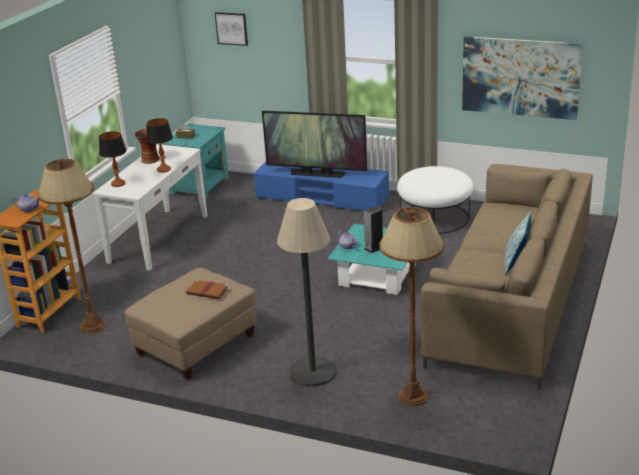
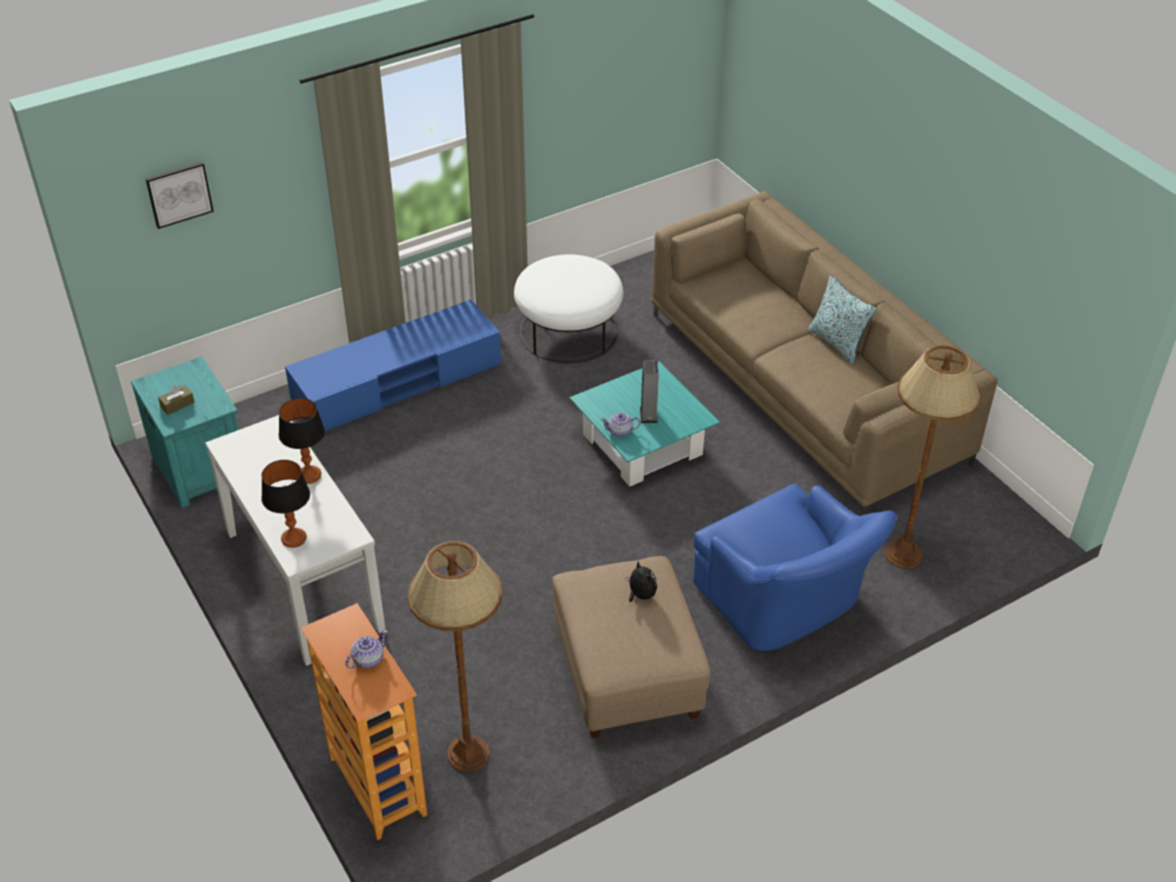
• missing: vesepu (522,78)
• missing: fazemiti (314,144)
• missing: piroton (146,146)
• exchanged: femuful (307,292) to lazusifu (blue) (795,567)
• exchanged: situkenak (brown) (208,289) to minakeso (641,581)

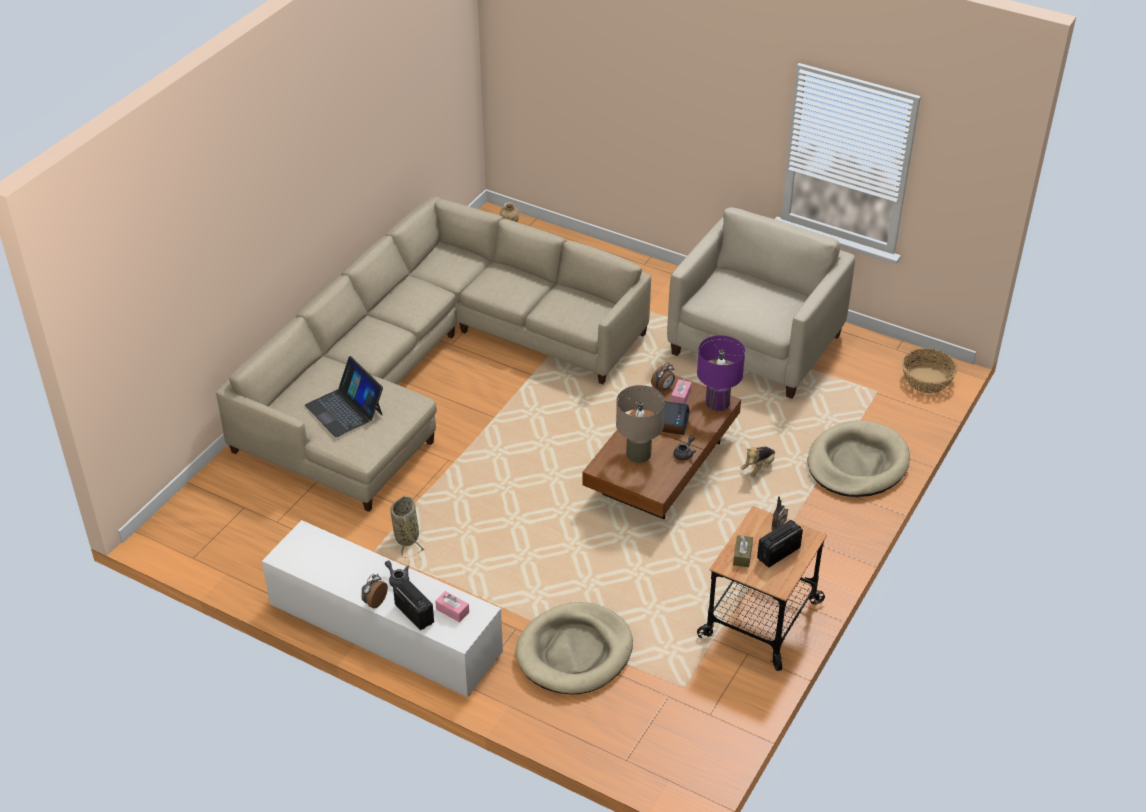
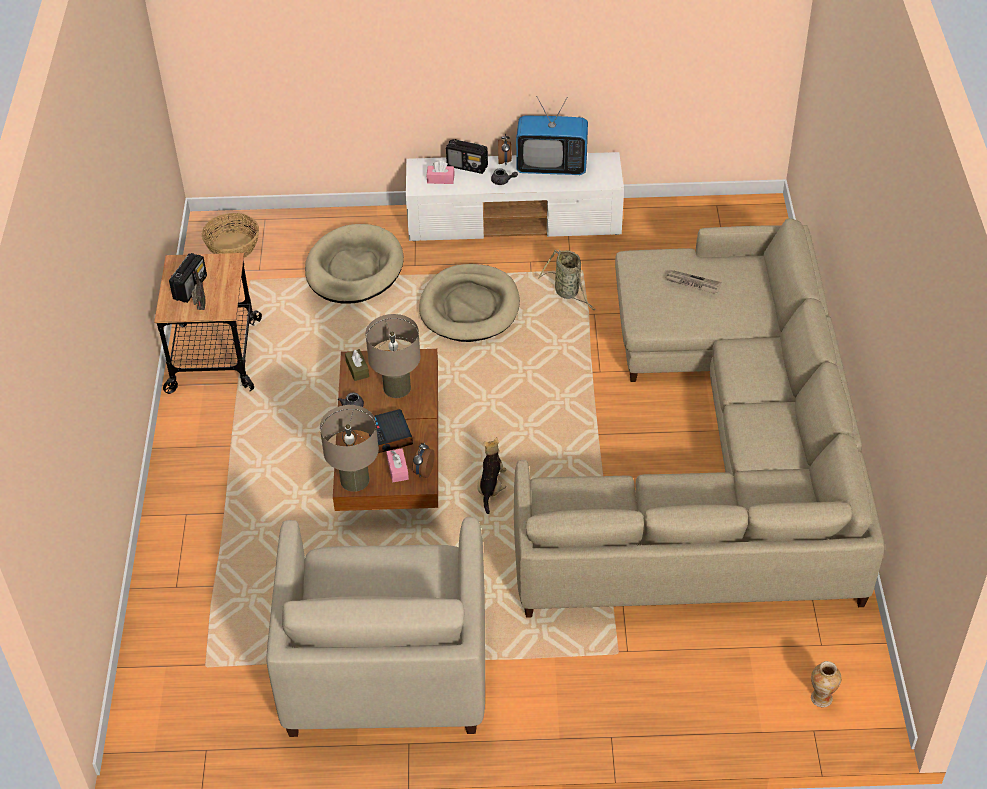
• colour: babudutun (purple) (721,373) to babudutun (beige) (349,448)
• relocated: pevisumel (929,371) to (230,235)
• exchanged: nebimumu (344,396) to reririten (693,282)
• relocated: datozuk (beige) (858,458) to (469,303)
• relocated: minakeso (757,461) to (492,475)
• relocated: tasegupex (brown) (743,551) to (357,365)
• appeared: fazemiti (552,135)

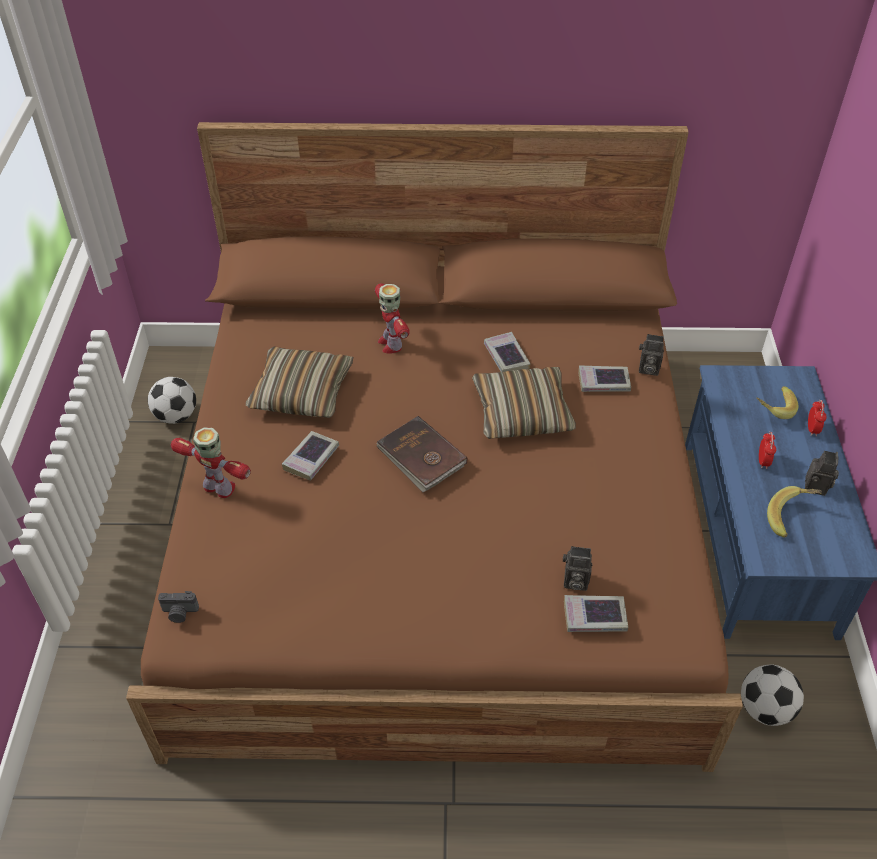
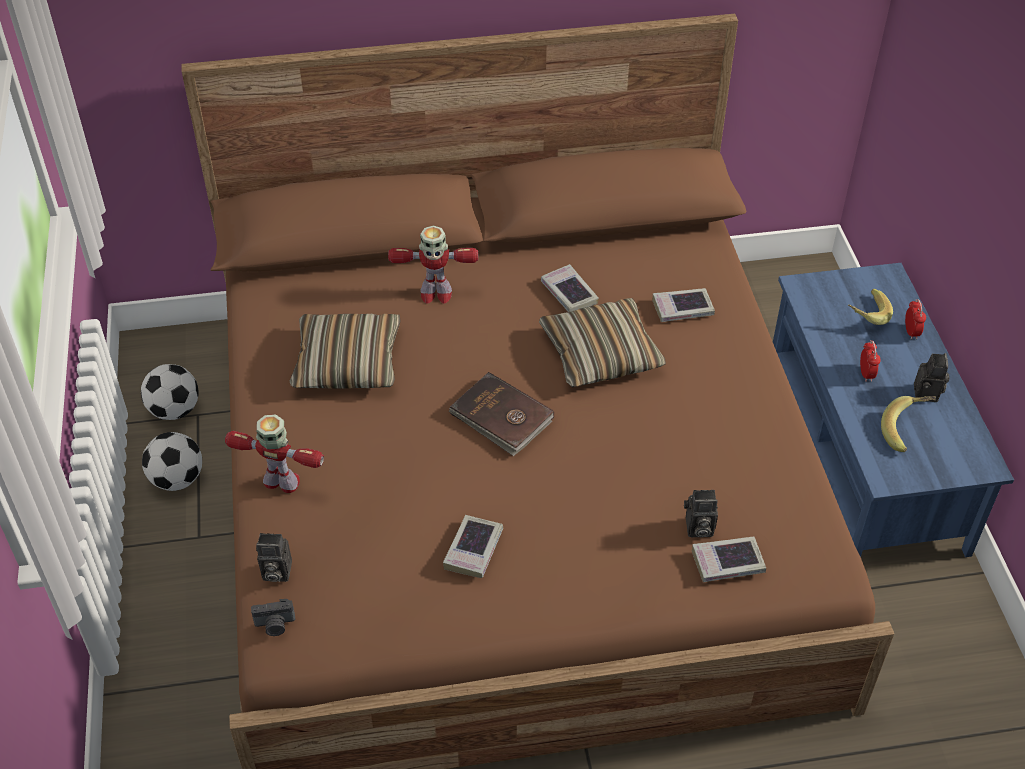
• spun: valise (392,318) = (433,265) 60 degrees counterclockwise
• relocated: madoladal (651,355) to (274,557)
• relocated: situkenak (310,455) to (473,546)
• relocated: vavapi (772,695) to (172,461)

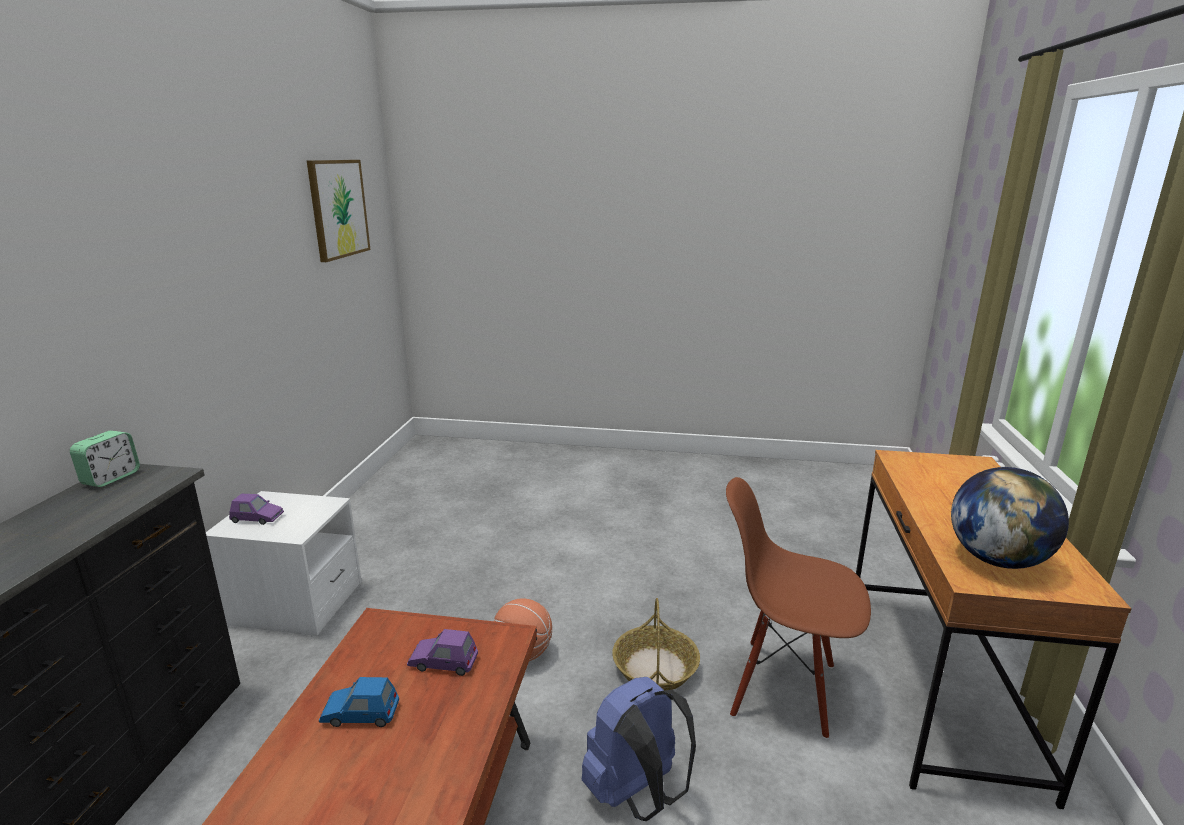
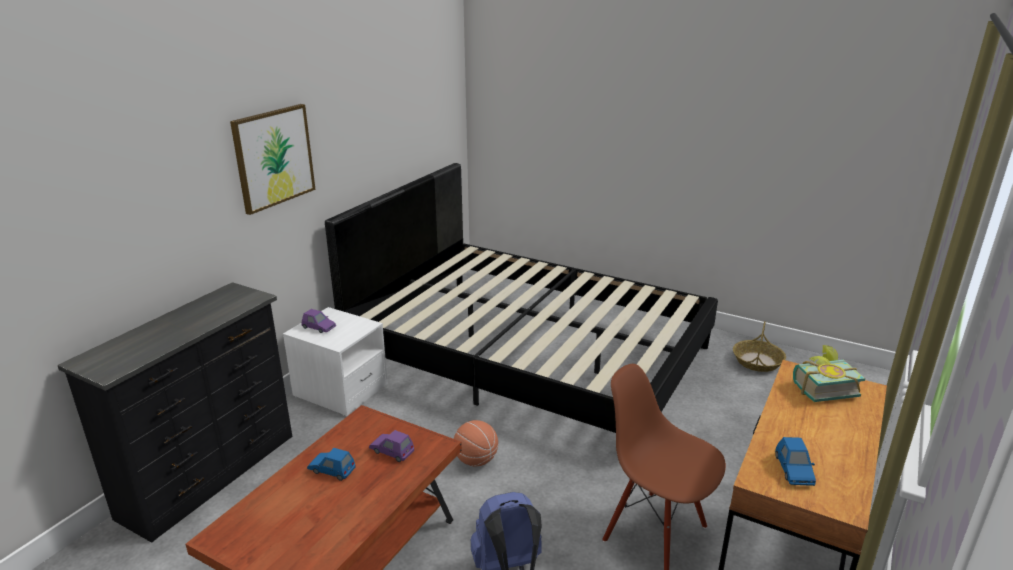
• relocated: vesepu (338,211) to (273,159)
• missing: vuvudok (105,459)
• exchanged: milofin (1010,518) to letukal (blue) (795,461)
• relocated: pevisumel (656,644) to (759,346)
• appeared: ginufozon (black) (521,298)
• appeared: situkenak (829,373)

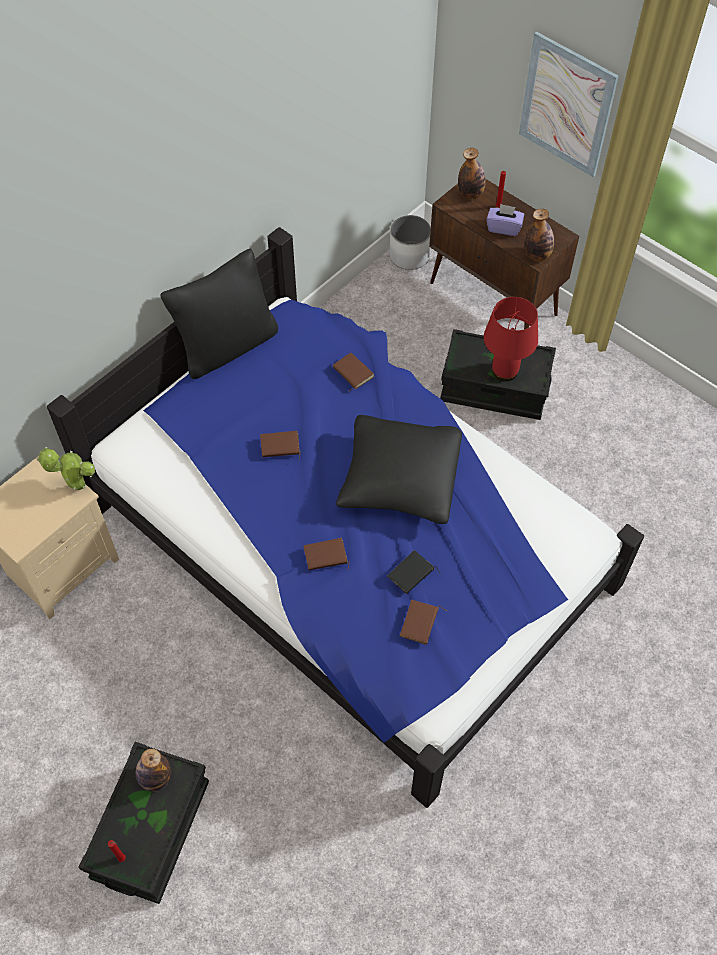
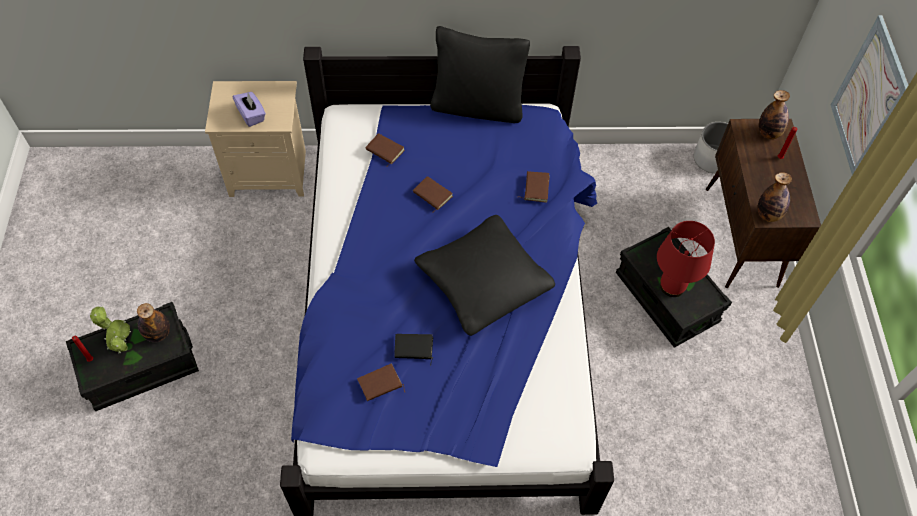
• relocated: tasegupex (purple) (505,220) to (249,109)
• relocated: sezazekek (66,468) to (110,329)
• relocated: situkenak (brown) (326,554) to (385,149)

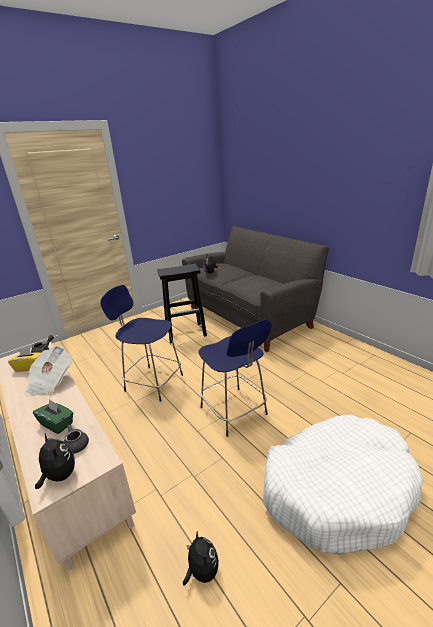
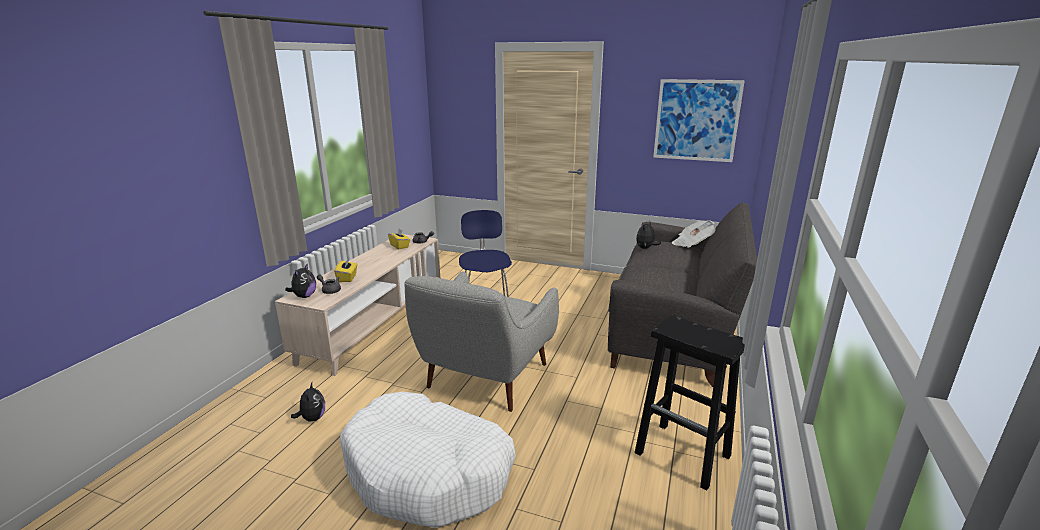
• relocated: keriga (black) (182,303) to (690,403)
• exchanged: keriga (blue) (235,378) to lazusifu (grey) (481,341)
• relocated: reririten (48,371) to (694,234)
• colour: tasegupex (green) (53,416) to tasegupex (yellow) (346,270)
• spun: minakeso (201,558) = (308,402) 45 degrees counterclockwise
• appeared: vesepu (699,120)

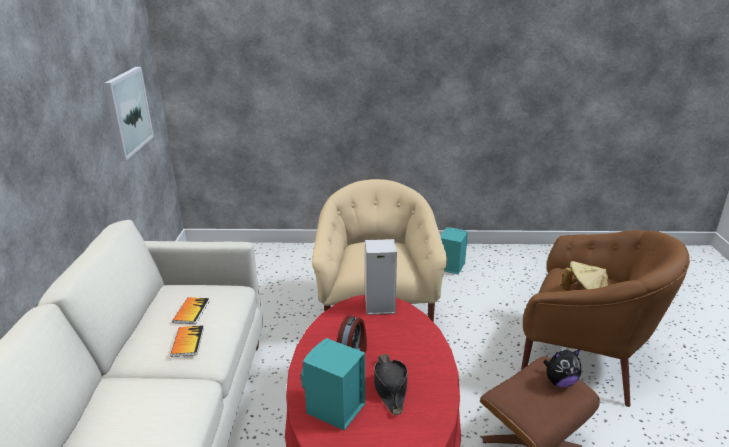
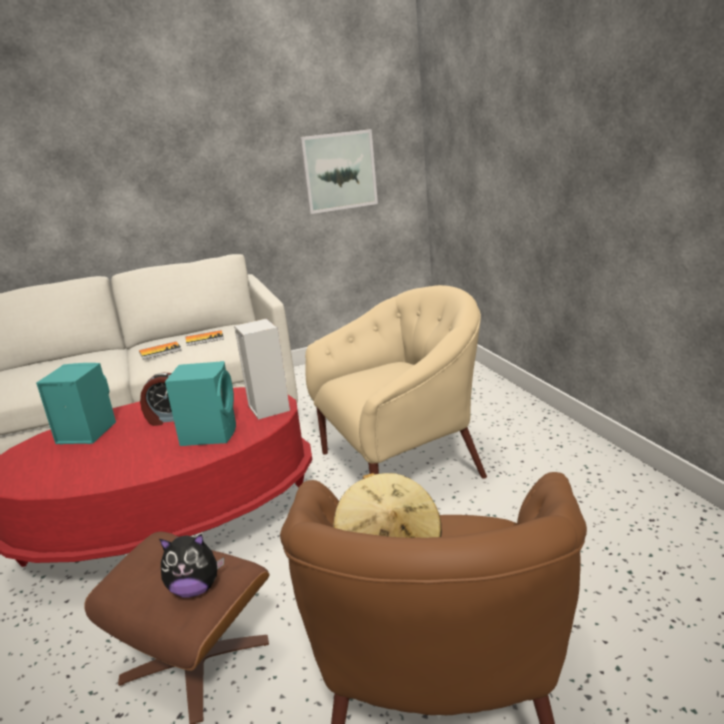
• relocated: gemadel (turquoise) (454,251) to (200,403)
• spun: minakeso (562,368) = (191,565) 60 degrees counterclockwise
• missing: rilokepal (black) (391,384)

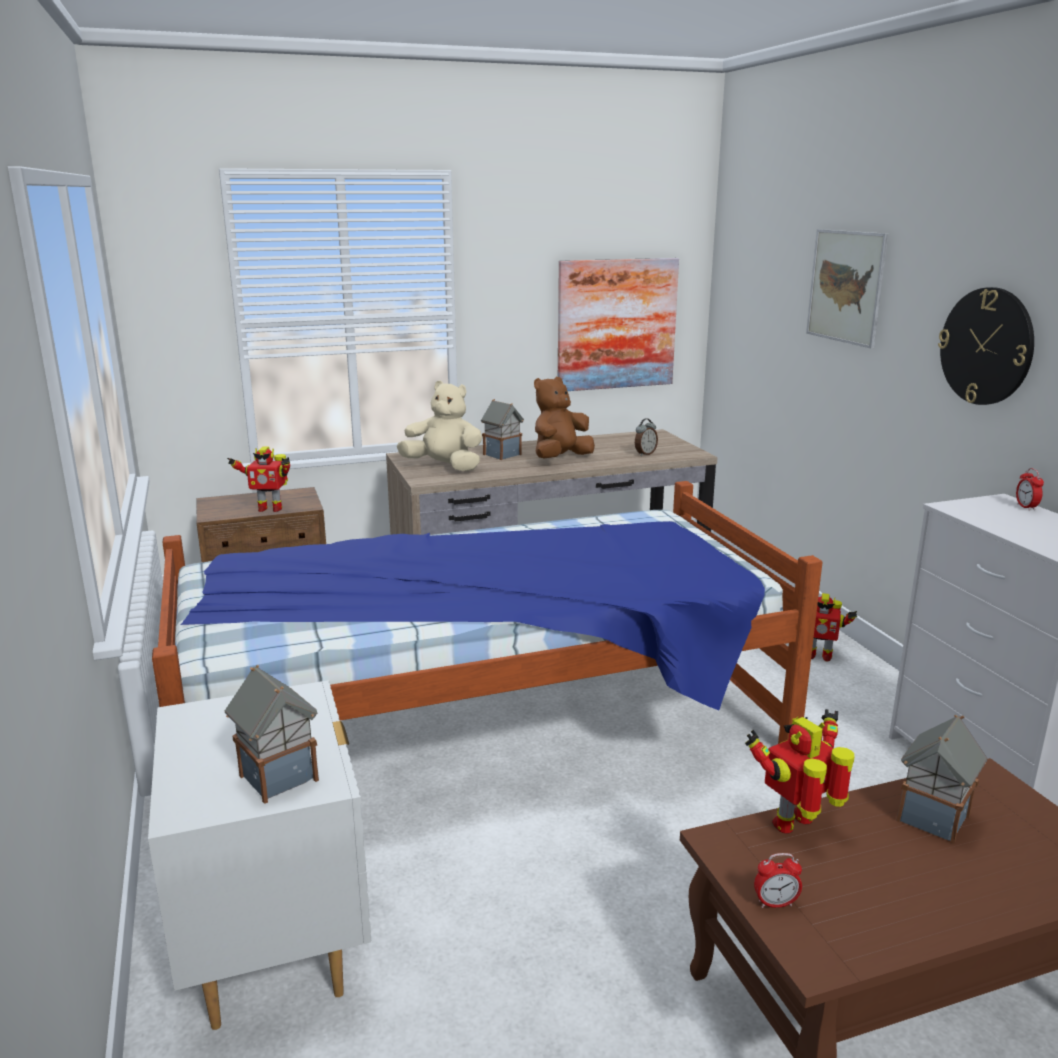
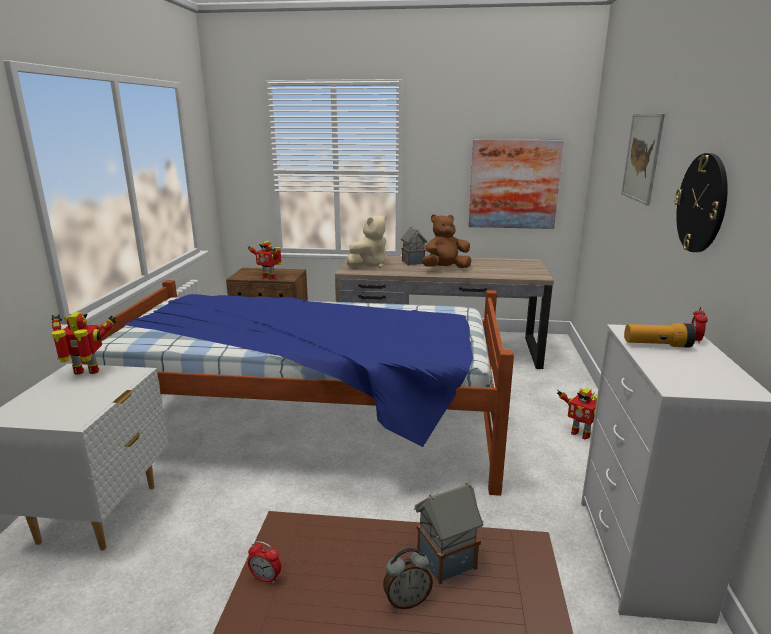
• spun: minakeso (beige) (439,426) = (367,241) 90 degrees clockwise
• relocated: vuvudok (646,437) to (408,578)
• missing: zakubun (272,734)
• relocated: valise (799,771) to (84,343)
• appeared: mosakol (660,335)

